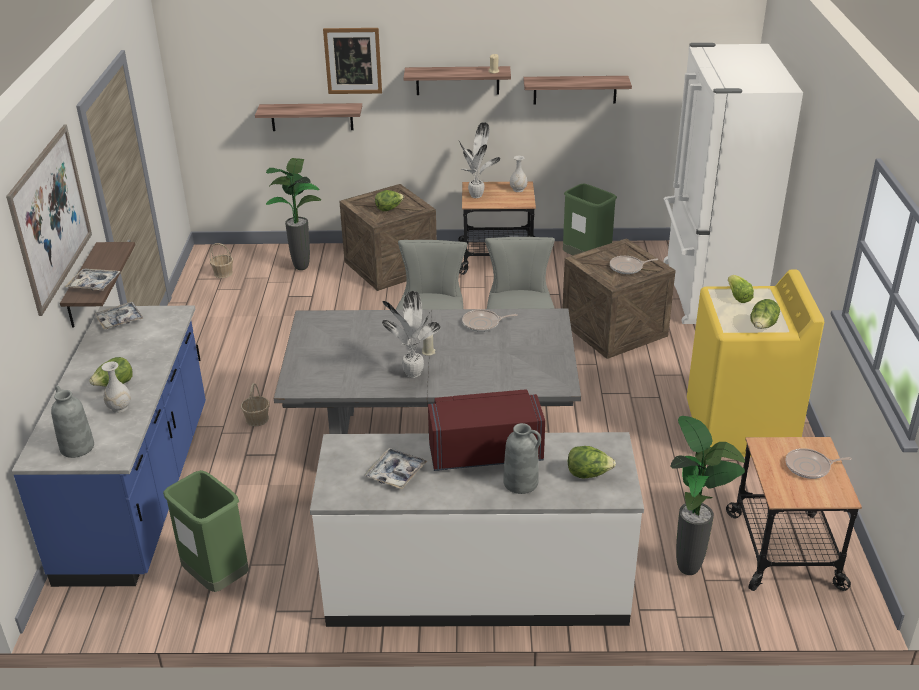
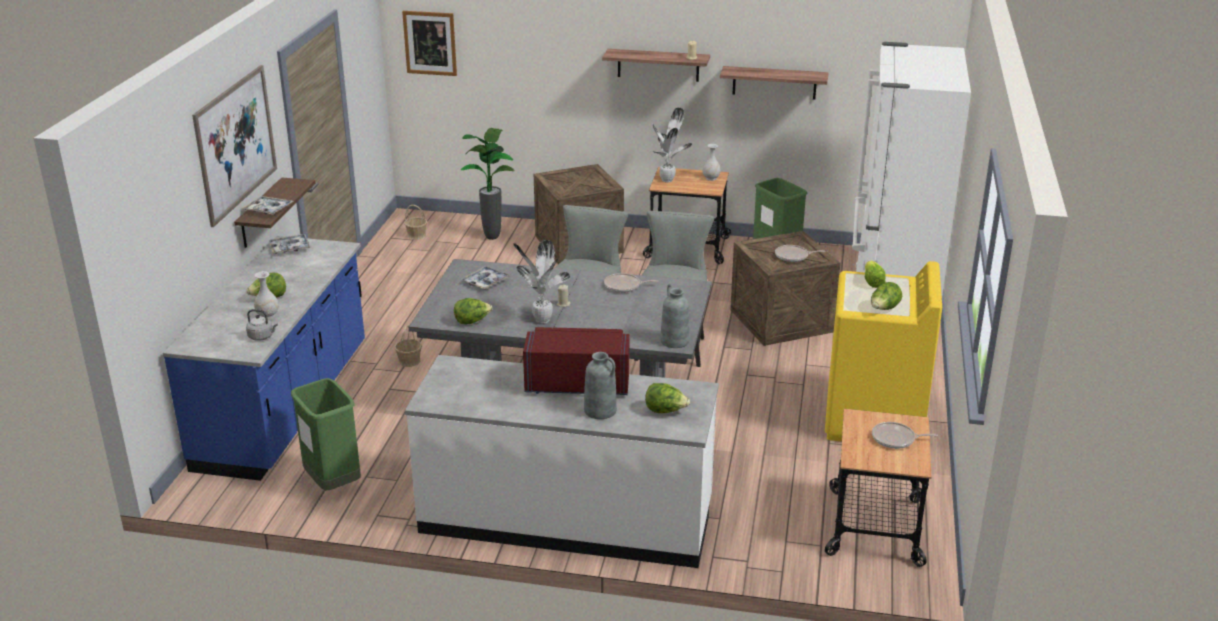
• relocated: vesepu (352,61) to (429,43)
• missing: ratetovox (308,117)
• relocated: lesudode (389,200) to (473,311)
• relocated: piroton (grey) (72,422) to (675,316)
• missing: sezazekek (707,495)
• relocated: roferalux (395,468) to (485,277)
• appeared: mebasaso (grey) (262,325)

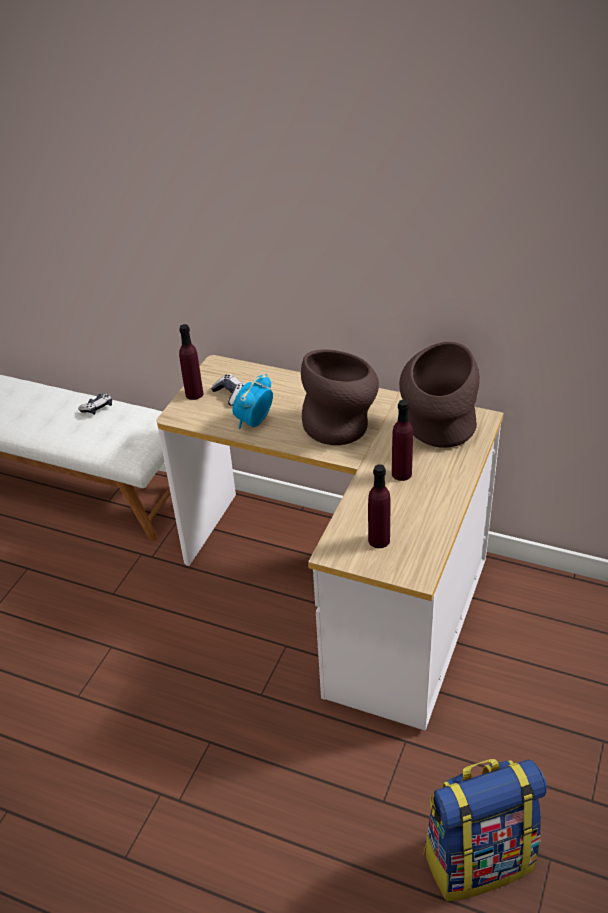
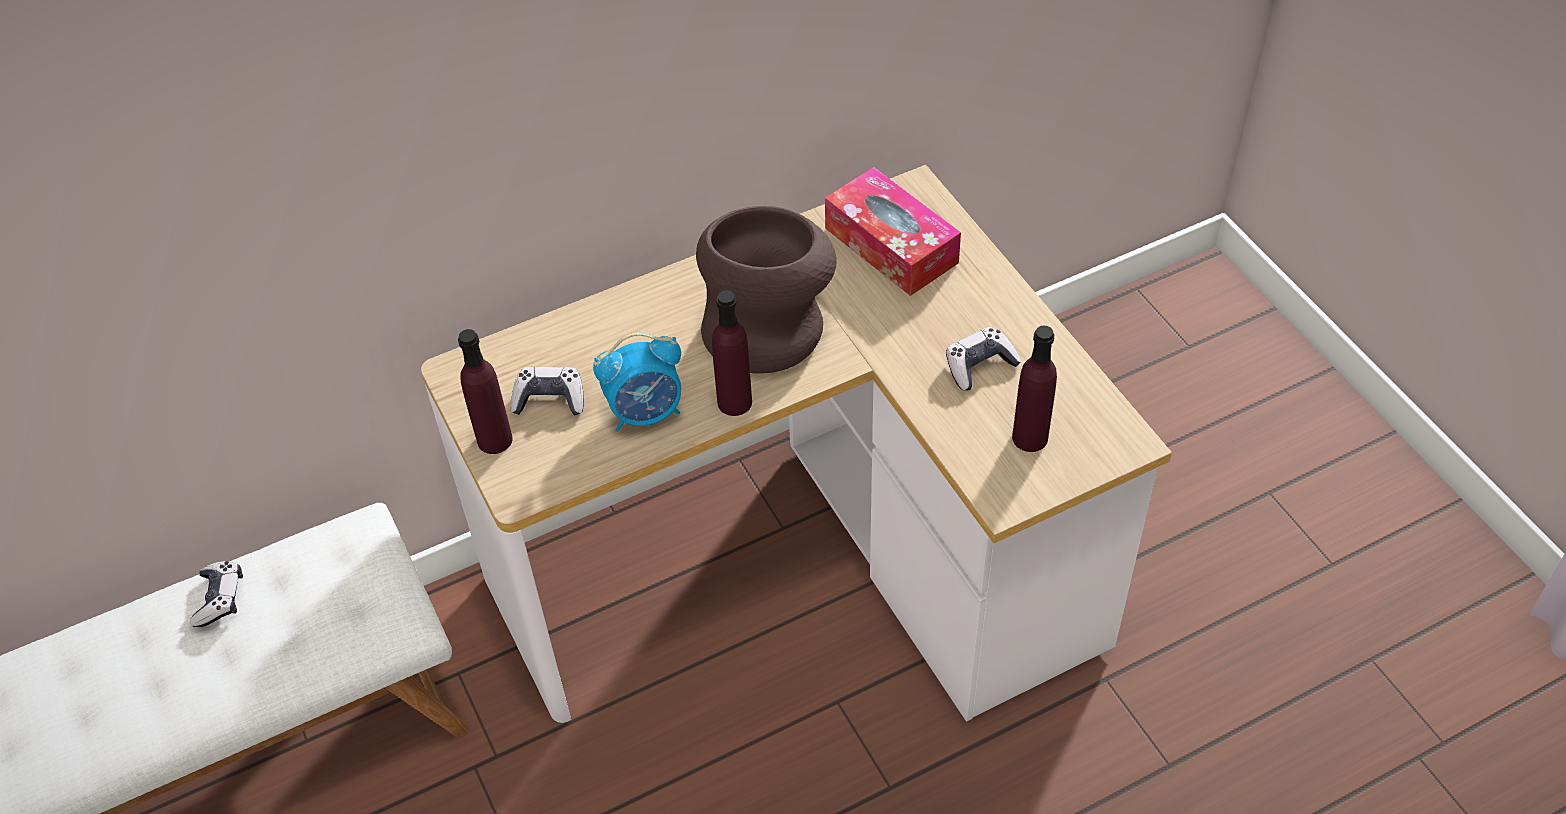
• exchanged: piroton (brown) (439,395) to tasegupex (893,231)
• spun: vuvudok (252,401) = (637,382) 90 degrees counterclockwise
• relocated: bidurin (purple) (402,440) to (732,353)
• missing: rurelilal (485,830)
• appeared: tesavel (984,358)

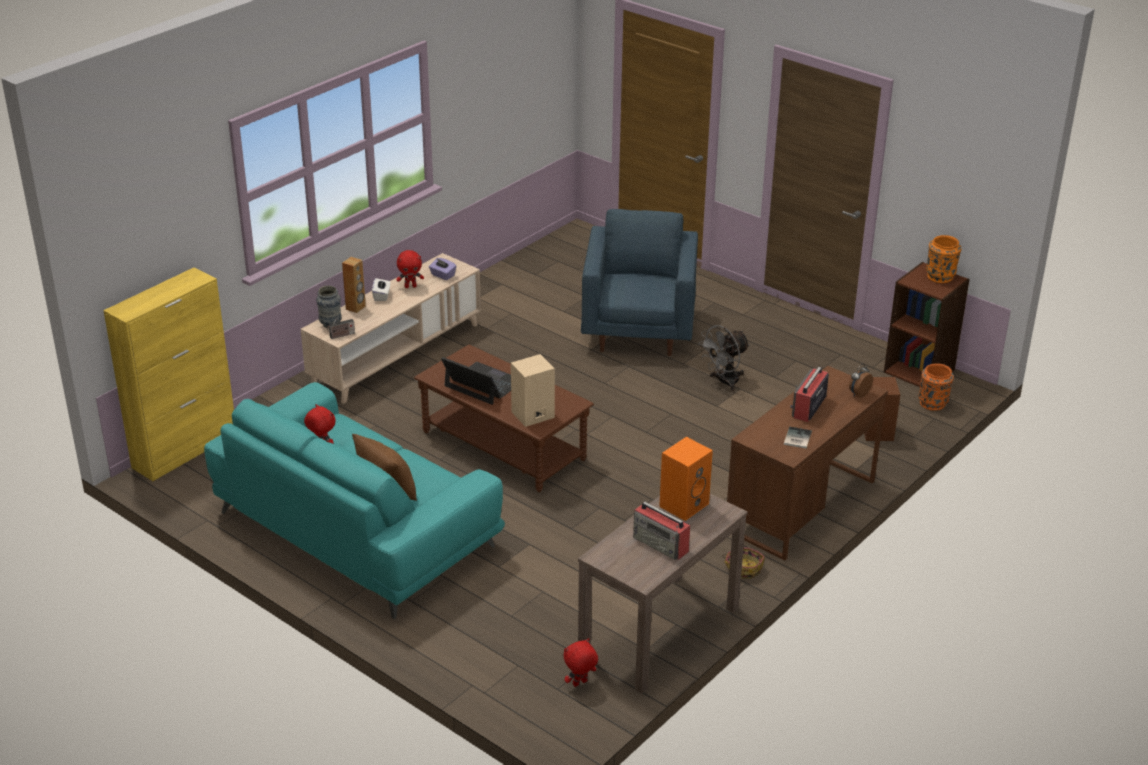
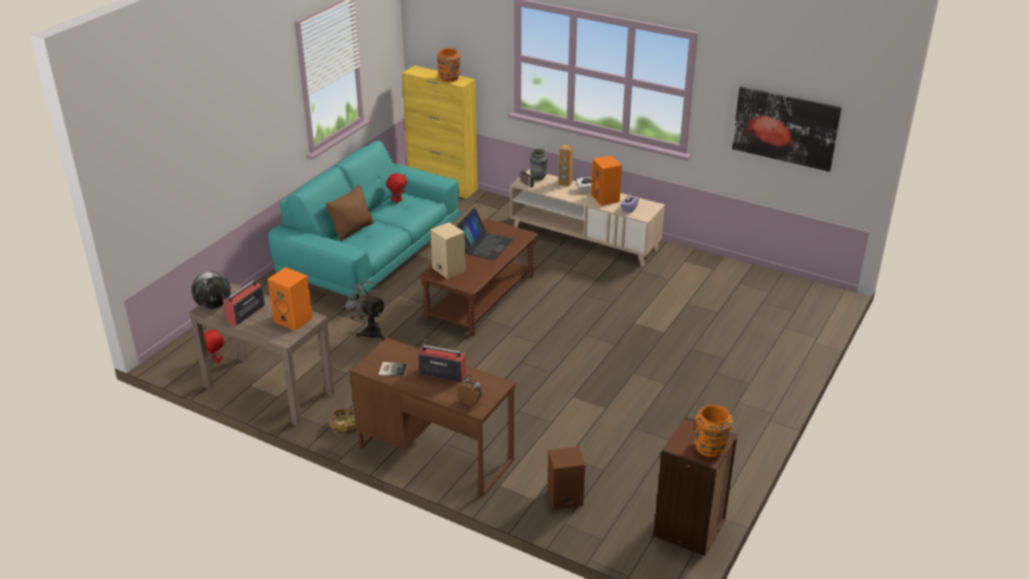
• missing: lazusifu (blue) (639,282)
• exchanged: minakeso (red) (410,269) to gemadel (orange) (606,180)
• relocated: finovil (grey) (724,358) to (363,309)
• relocated: piroton (orange) (936,387) to (448,65)
• appeared: vesepu (787,129)
• appeared: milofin (211,290)

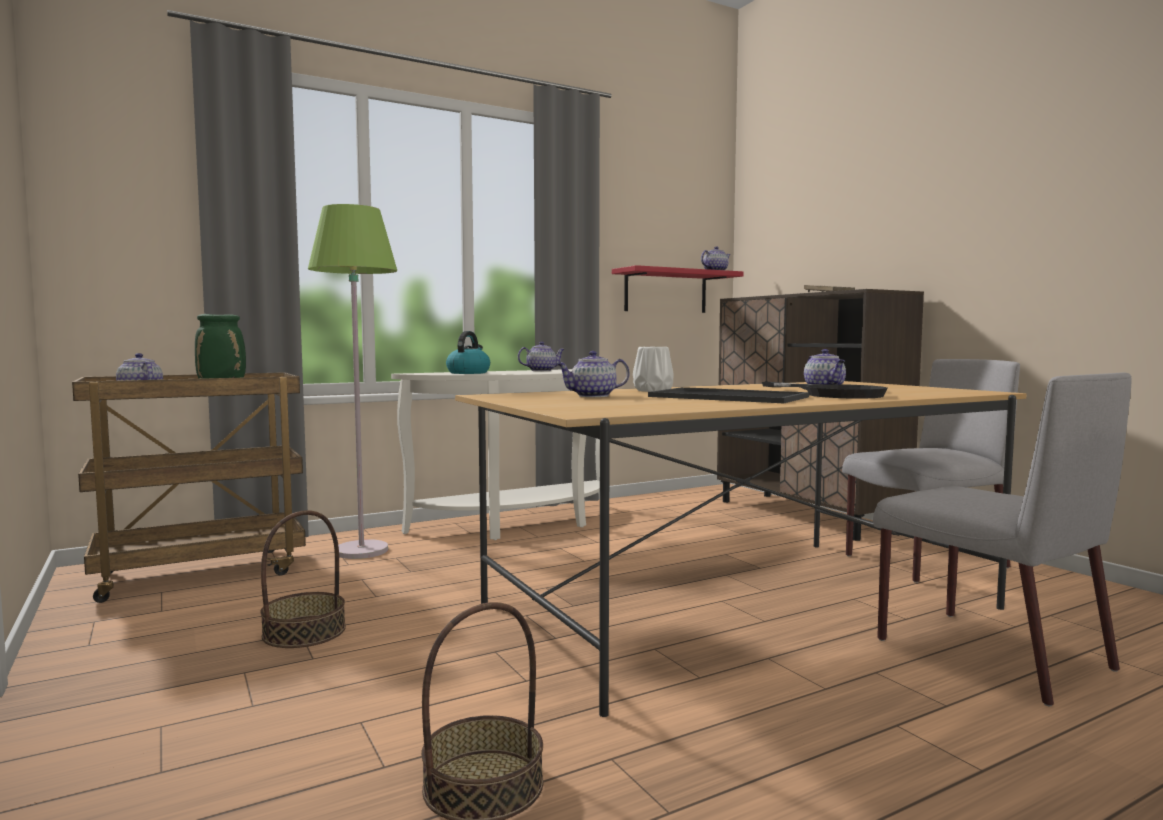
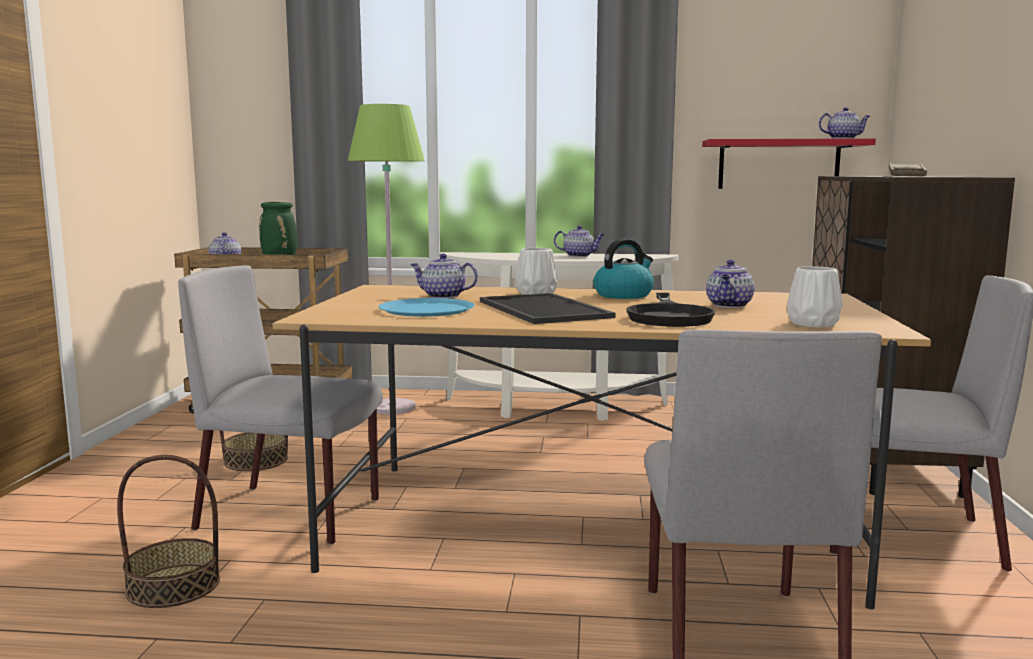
• relocated: mebasaso (468,352) to (624,268)
• appeared: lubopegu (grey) (280,405)
• appeared: piroton (white) (815,296)
• appeared: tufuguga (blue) (427,307)

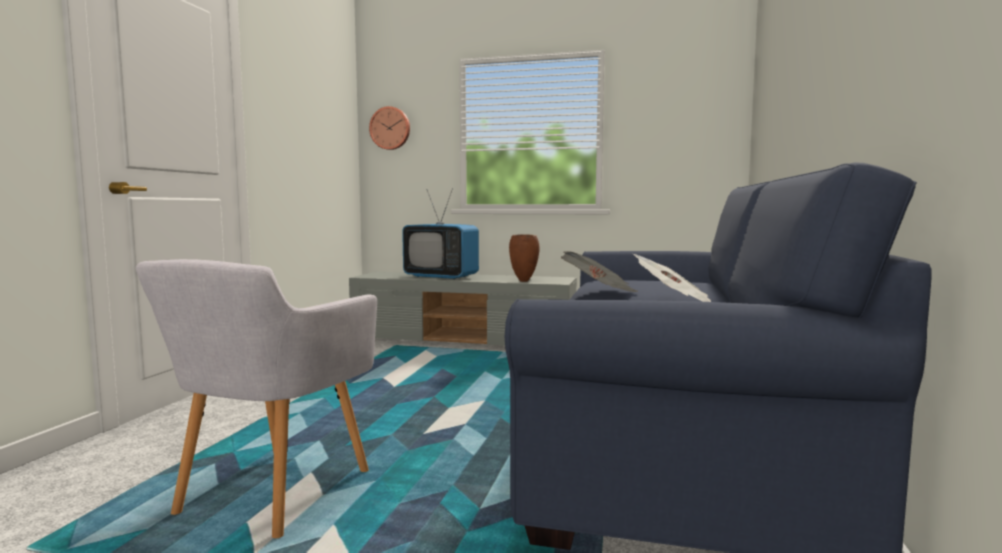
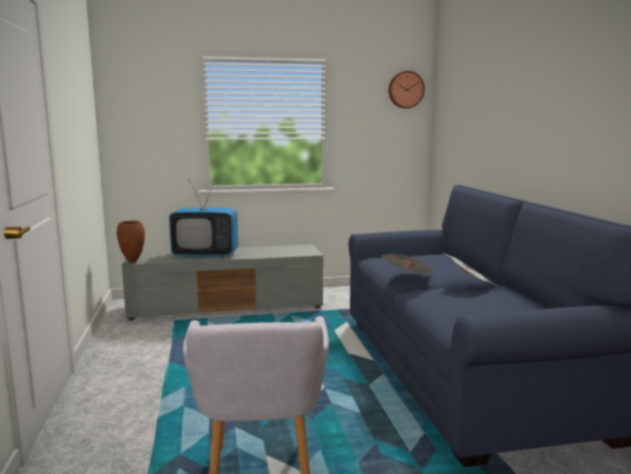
• relocated: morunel (389,128) to (407,90)
• relocated: piroton (brown) (524,258) to (131,241)

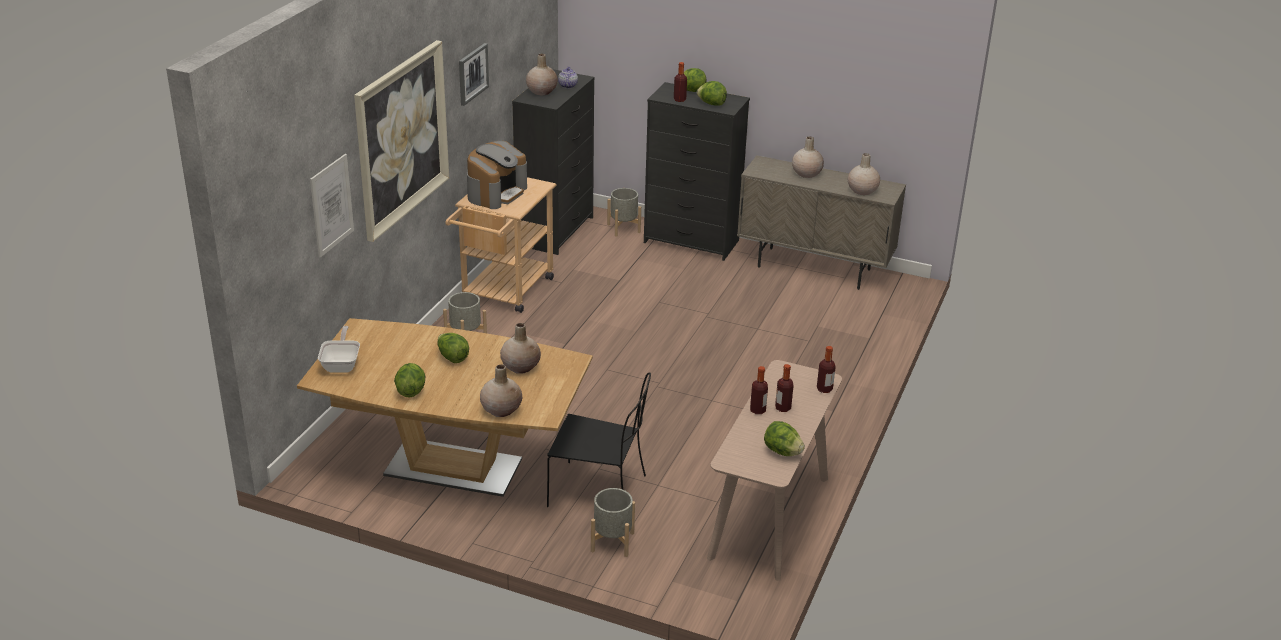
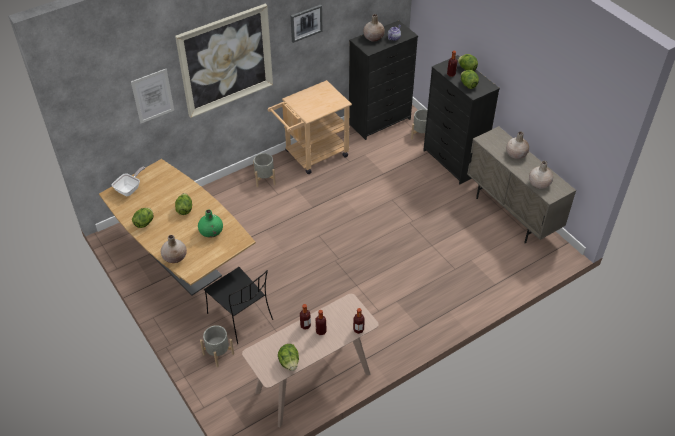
• missing: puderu (497,175)
• colour: piroton (beige) (520,348) to piroton (green) (210,224)

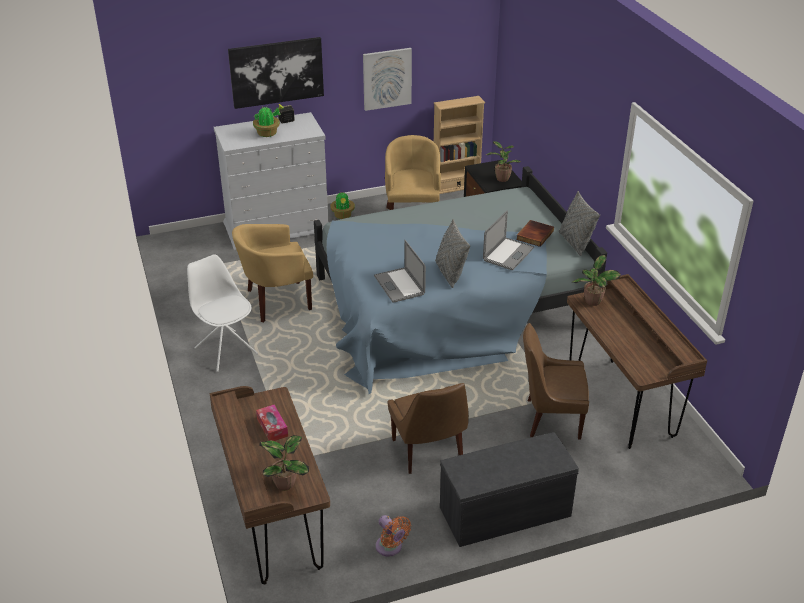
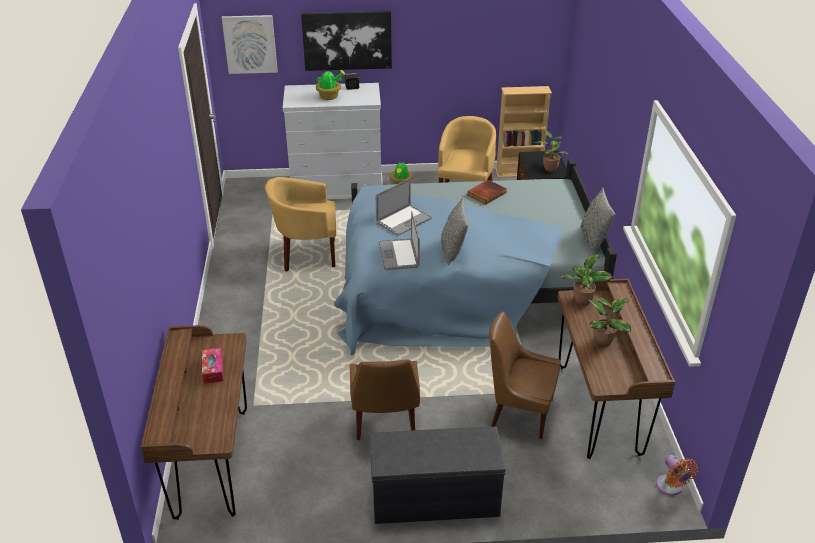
• relocated: vesepu (387,79) to (250,44)
• relocated: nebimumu (508,240) to (404,207)
• relocated: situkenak (535,233) to (487,192)
• missing: lubopegu (white) (222,313)
• relocated: sezazekek (284,463) to (609,321)
• relocated: finovil (orange) (393,535) to (677,475)

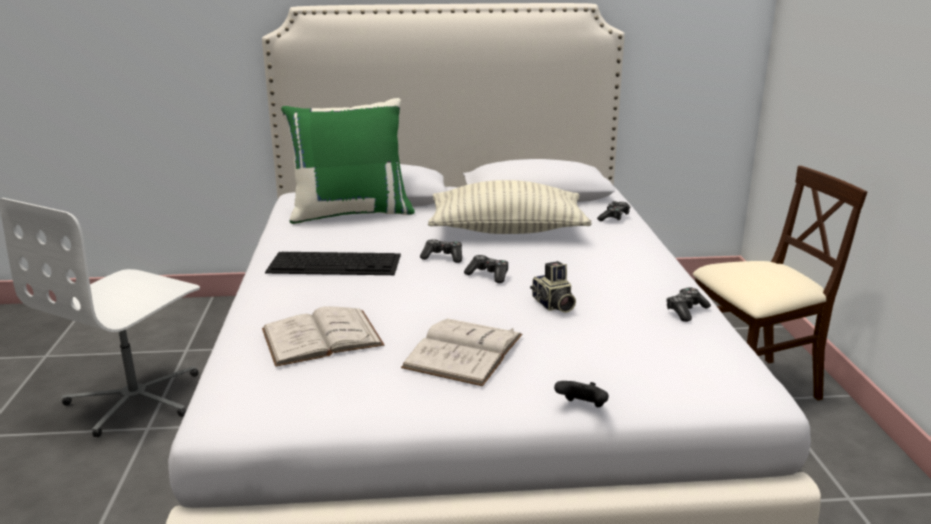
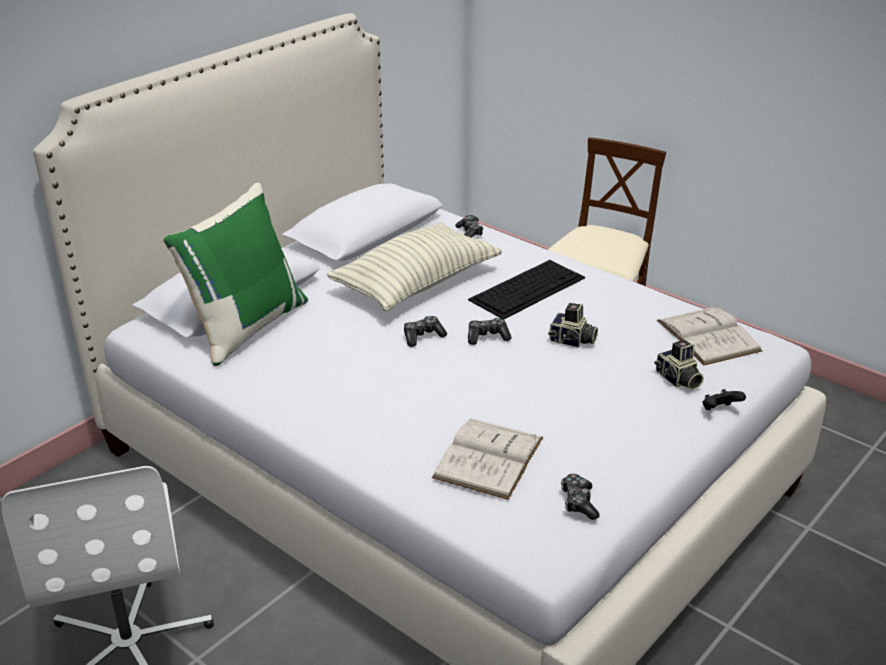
• relocated: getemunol (333,263) to (526,289)
• relocated: tesavel (688,305) to (580,497)
• relocated: situkenak (white) (461,352) to (709,335)
• appeared: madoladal (679,365)

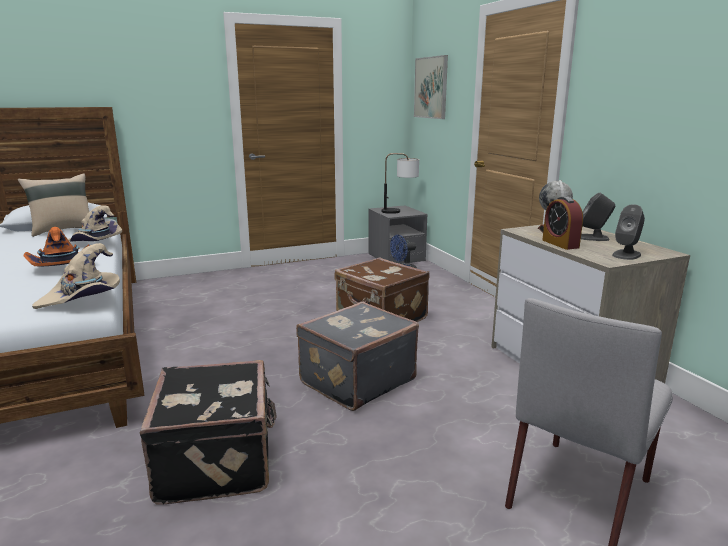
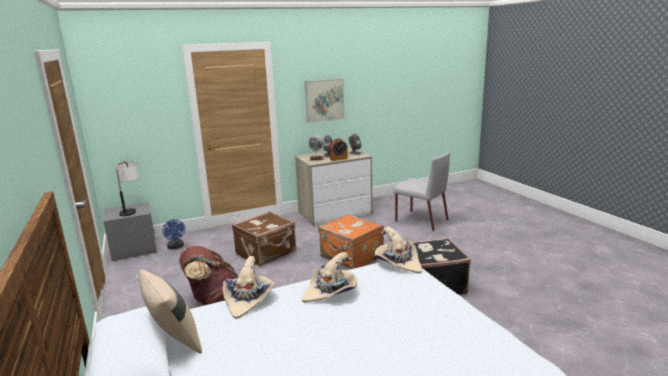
• relocated: vesepu (431,87) to (324,101)
• colour: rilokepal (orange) (57,247) to rilokepal (beige) (329,277)
• colour: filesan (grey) (357,356) to filesan (orange) (351,241)
• appeared: rurelilal (brown) (208,275)

